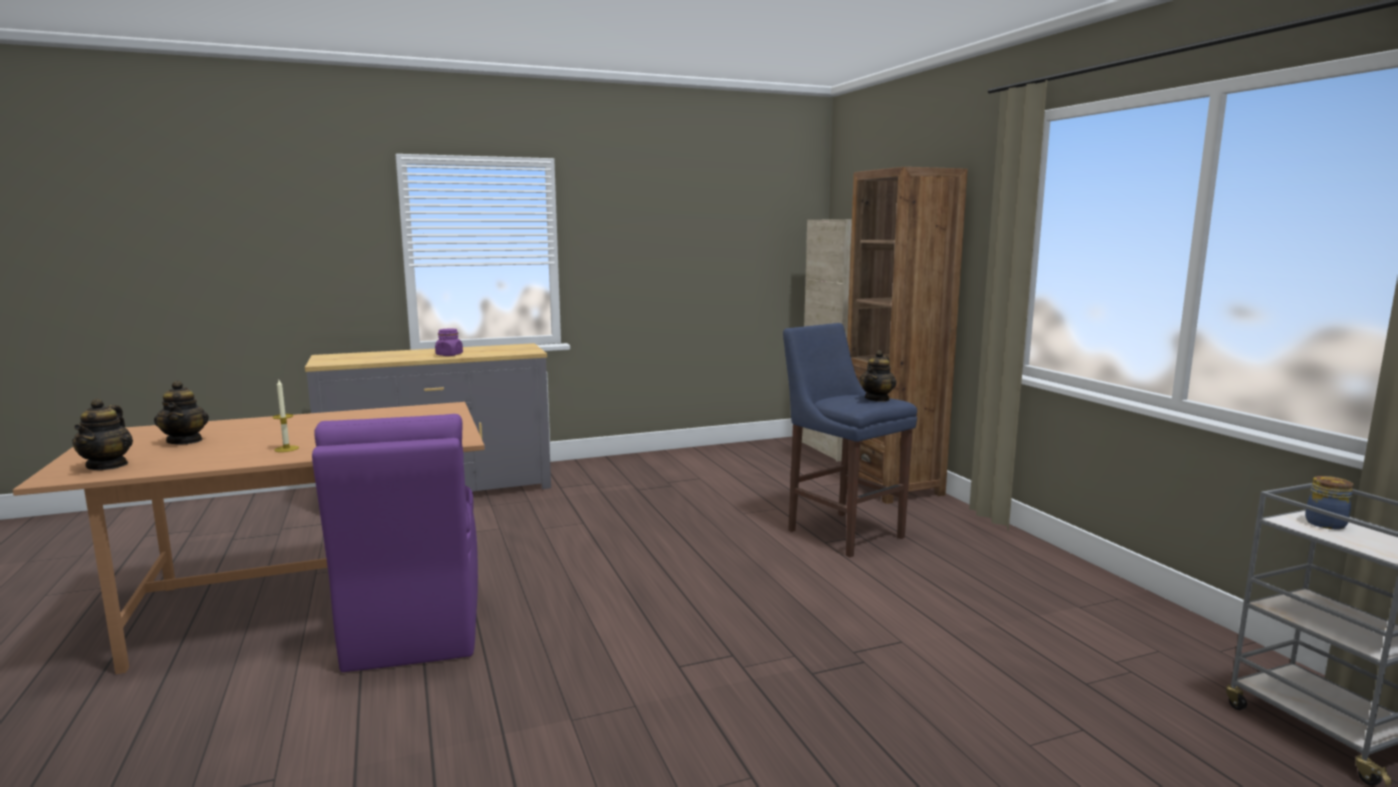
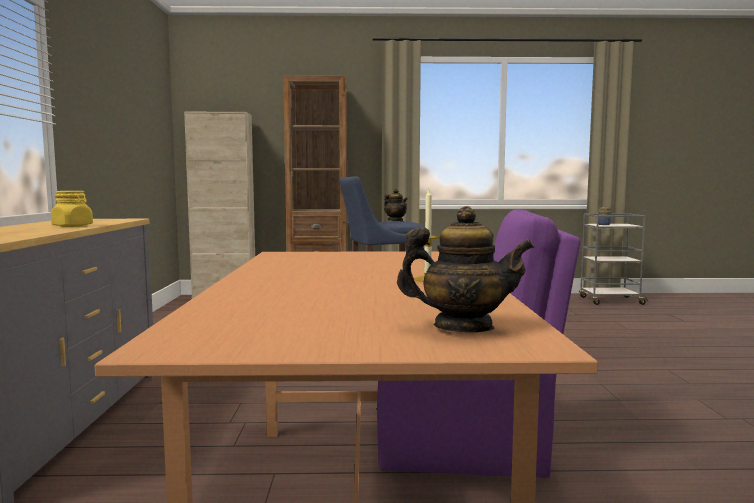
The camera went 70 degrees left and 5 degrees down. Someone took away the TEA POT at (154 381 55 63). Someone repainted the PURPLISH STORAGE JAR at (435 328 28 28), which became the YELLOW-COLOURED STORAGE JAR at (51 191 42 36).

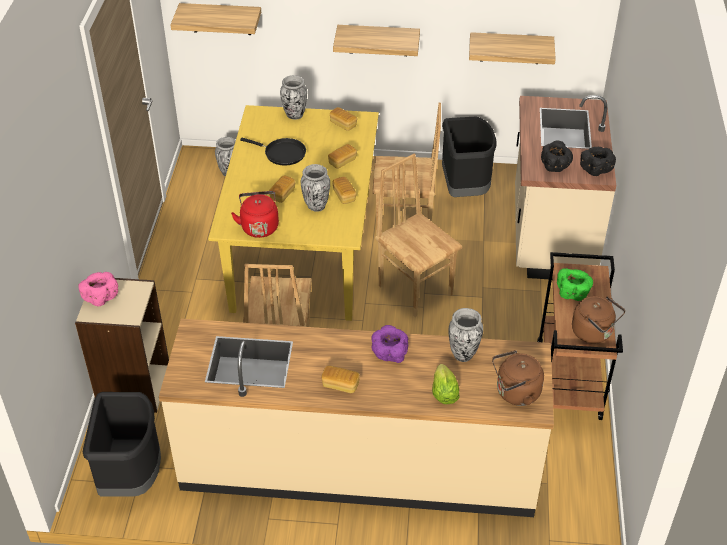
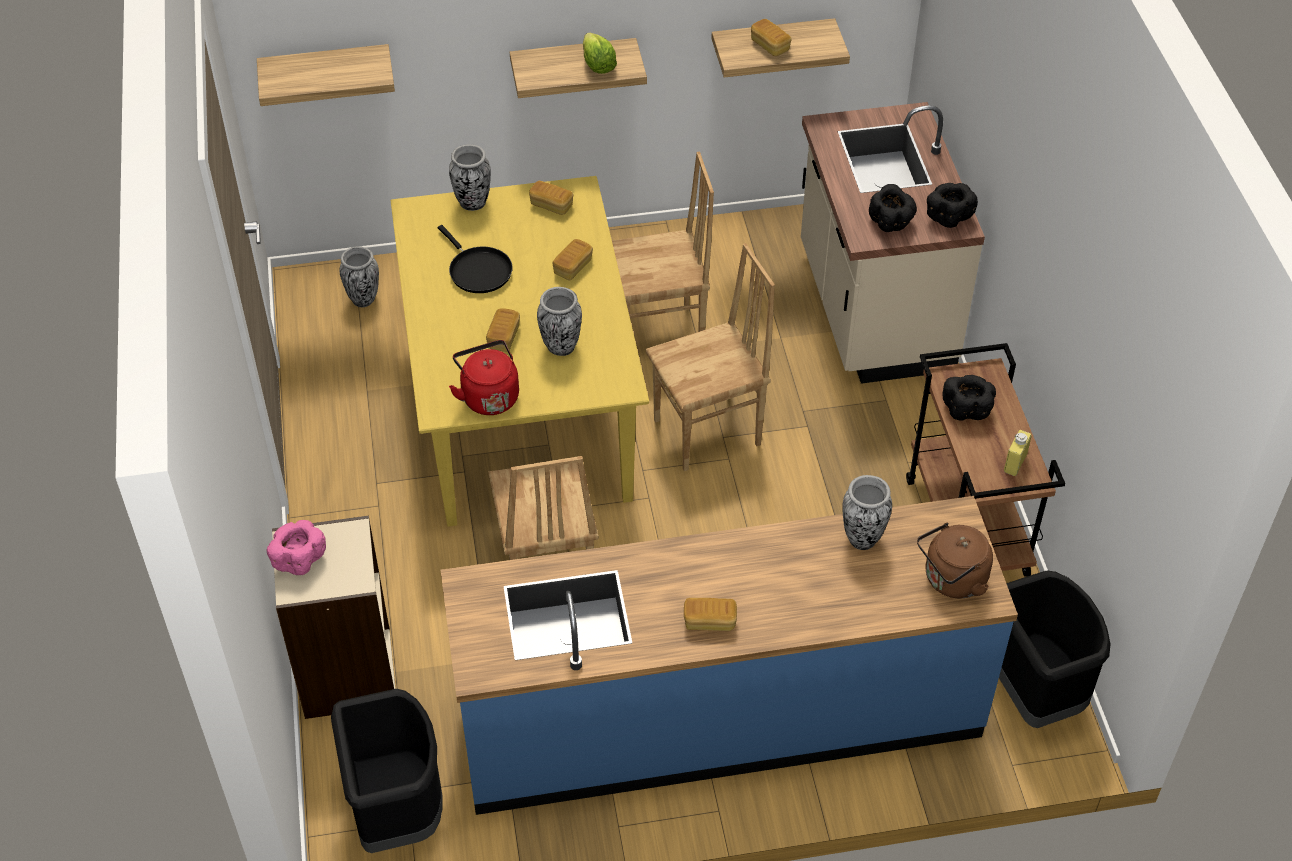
The camera went 15 degrees left and 5 degrees up. Someone repainted the BEIGE-COLOURED KITCHEN COUNTER at (159 319 395 198), which became the BLUE KITCHEN COUNTER at (441 496 577 319). Someone rotated the BLACK SKILLET at (240 138 66 28) by 45 degrees clockwise. Someone carried the BAKERY BREAD from (332 177 25 27) to (751 19 41 37). Someone took away the PURPLISH SERVING BOWL at (371 325 37 38). Someone rotated the BROWN CHAIR at (375 153 87 164) by 120 degrees clockwise. Someone carried the LETTUCE HEAD from (432 364 27 40) to (583 33 34 41). Someone carried the BLACK TRASH CAN from (442 117 54 80) to (999 571 111 157). Someone repainted the GREEN SERVING BOWL at (557 268 36 33), which became the BLACK SERVING BOWL at (943 375 53 46). Someone swapped the BROWN WATER KETTLE at (572 296 53 48) for the YELLOW-COLOURED BOTTLE at (1004 430 28 46).

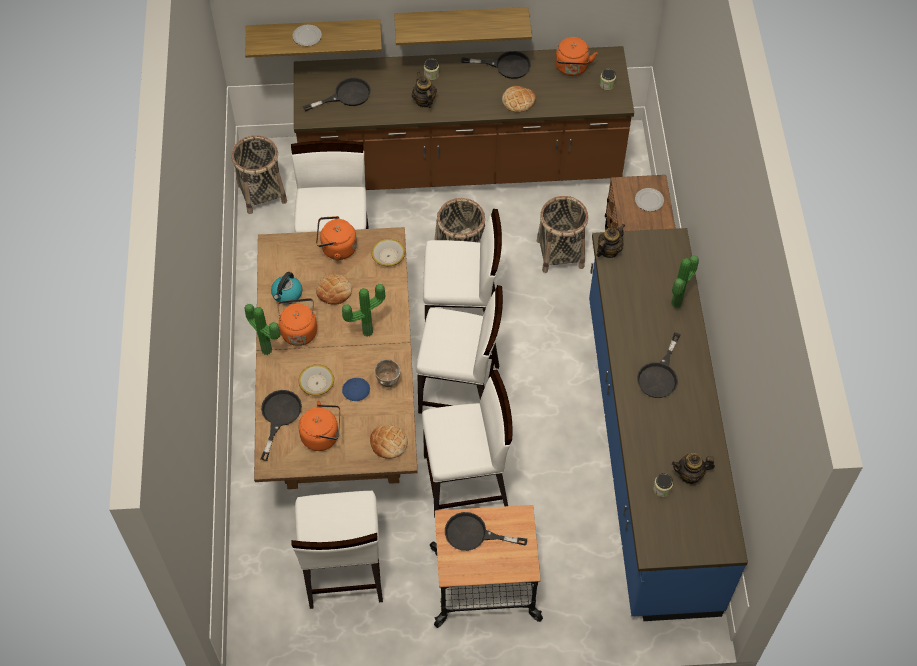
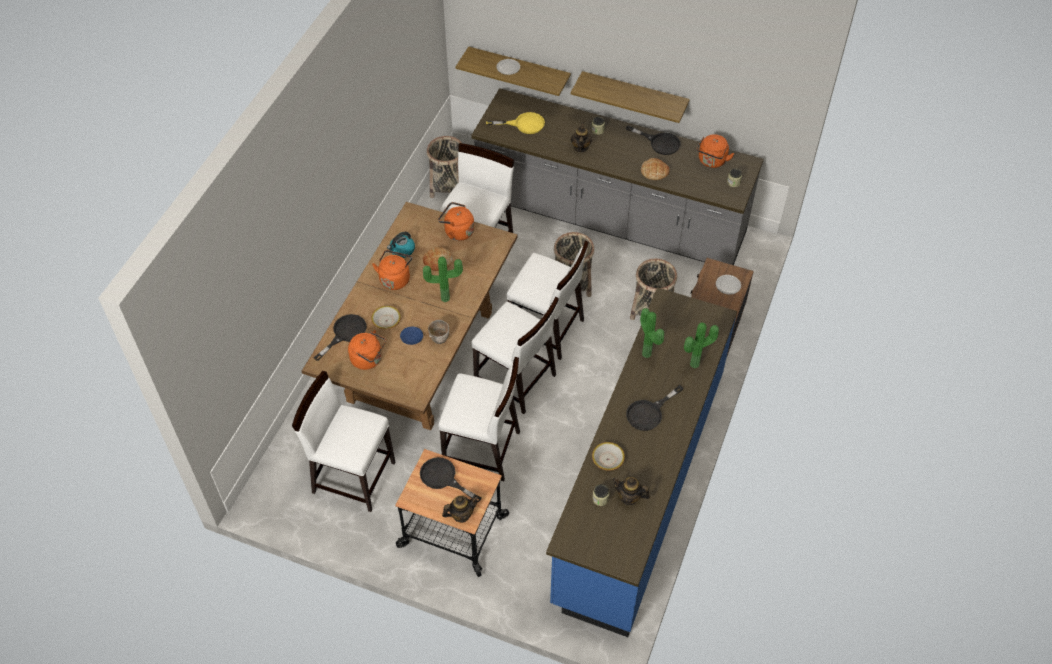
The camera went 25 degrees right and 5 degrees down. Someone carried the PLANT IN A POT from (245 304 36 51) to (640 308 24 50). Someone rotated the WHITE CHAIR at (291 491 92 118) by 90 degrees clockwise. Someone repainted the BROWN KITCHEN COUNTER at (294 46 340 144), which became the GREYISH KITCHEN COUNTER at (471 88 293 177). Someone repainted the BLACK SKILLET at (303 78 68 33), which became the YELLOW-COLOURED SKILLET at (486 112 59 22). Someone took away the BAKERY BREAD at (370 425 38 34). Someone carried the SERVING BOWL from (371 238 34 28) to (592 442 33 29). Someone carried the TEA POT from (596 224 29 34) to (442 495 37 28).

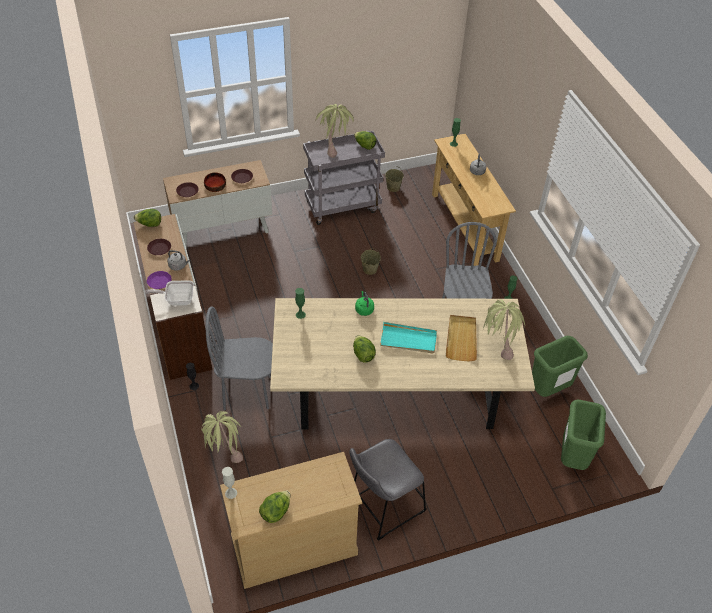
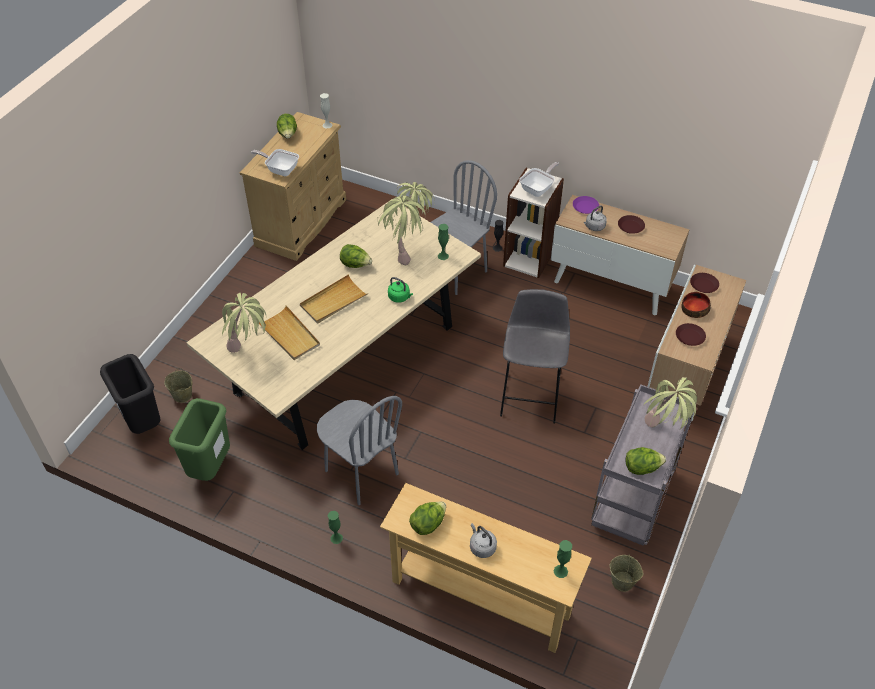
The camera went 135 degrees right and 0 degrees up. Someone carried the LETTUCE HEAD from (134 209 27 18) to (409 501 37 34). Someone carried the GREYISH SITTING STOOL from (349 439 77 101) to (500 289 70 134). Someone carried the BEIGE-COLOURED PAIL from (361 248 20 27) to (164 368 29 35). Someone repainted the TURQUOISE-COLOURED CARRYING TRAY at (380 322 57 31), which became the BEIGE-COLOURED CARRYING TRAY at (300 274 68 49). Someone repainted the GREEN TRASH CAN at (561 399 45 71), which became the BLACK TRASH CAN at (100 354 61 80). Someone put down the SKILLET at (251 149 48 27). Someone put down the PLANT IN A POT at (377 196 49 69).

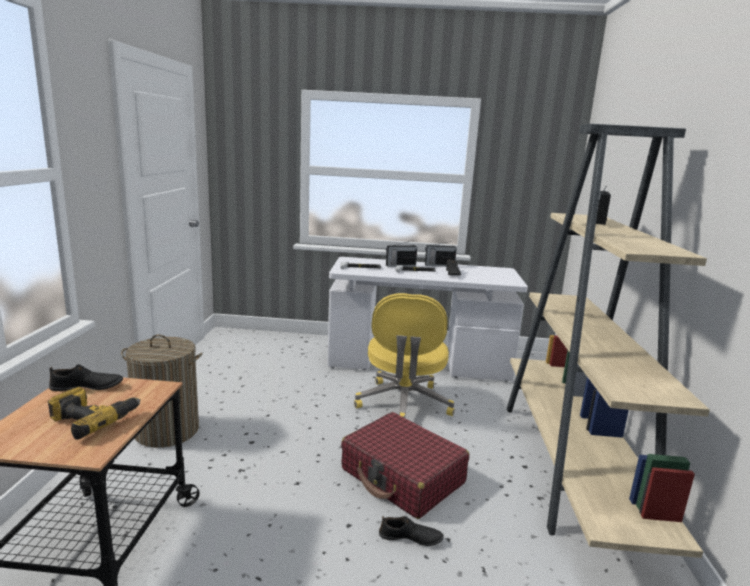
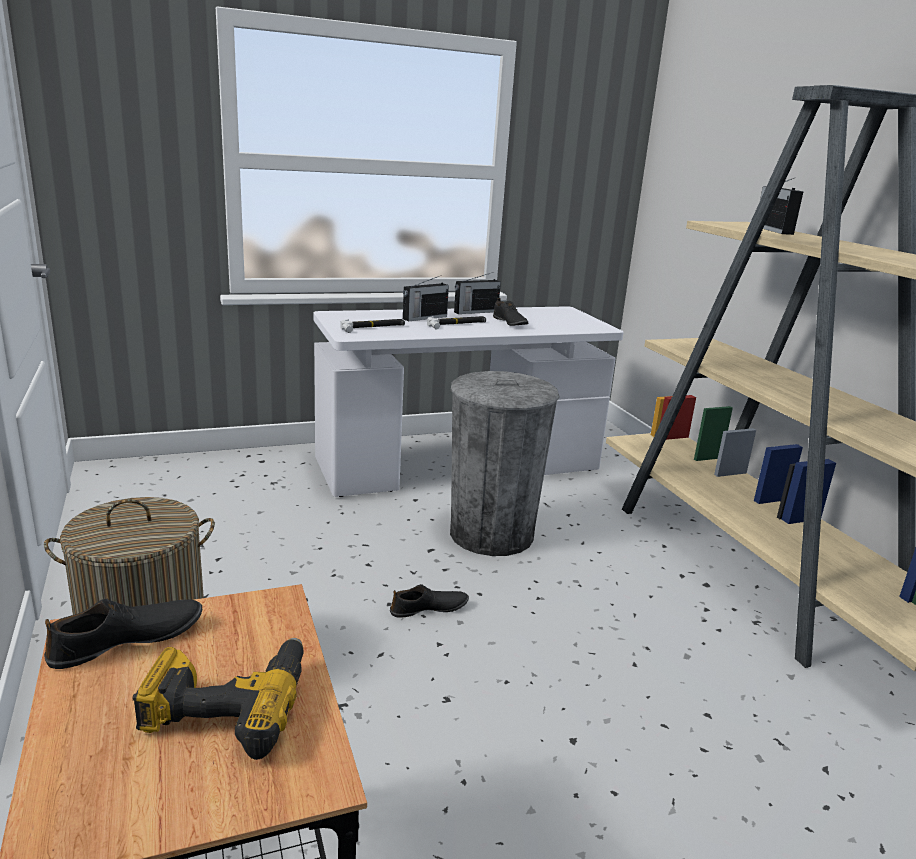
The camera went 25 degrees left and 5 degrees up. Someone took away the RED SUITCASE at (341 412 128 107). Someone swapped the YELLOW-COLOURED OFFICE CHAIR at (354 293 101 125) for the GREYISH TRASH CAN at (450 371 109 185). Someone carried the BLACK ITEM OF FOOTWEAR from (379 516 65 30) to (390 584 79 34).

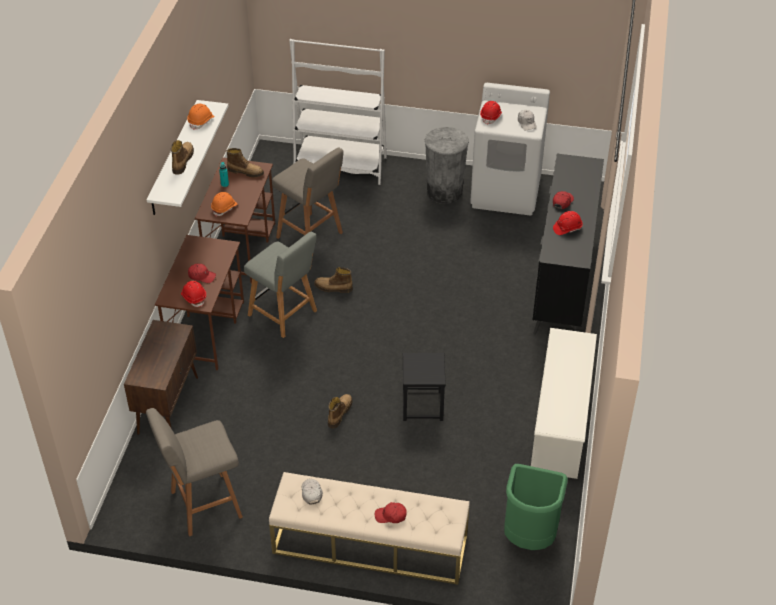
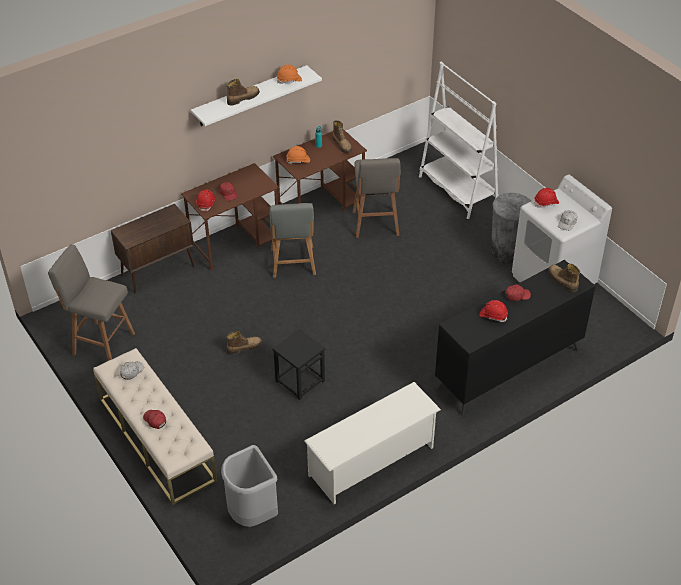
The camera went 45 degrees right and 0 degrees up. Someone carried the BOOT from (314 267 39 26) to (548 264 32 28). Someone repainted the GREEN TRASH CAN at (504 464 64 86), which became the GREYISH TRASH CAN at (221 445 57 82).

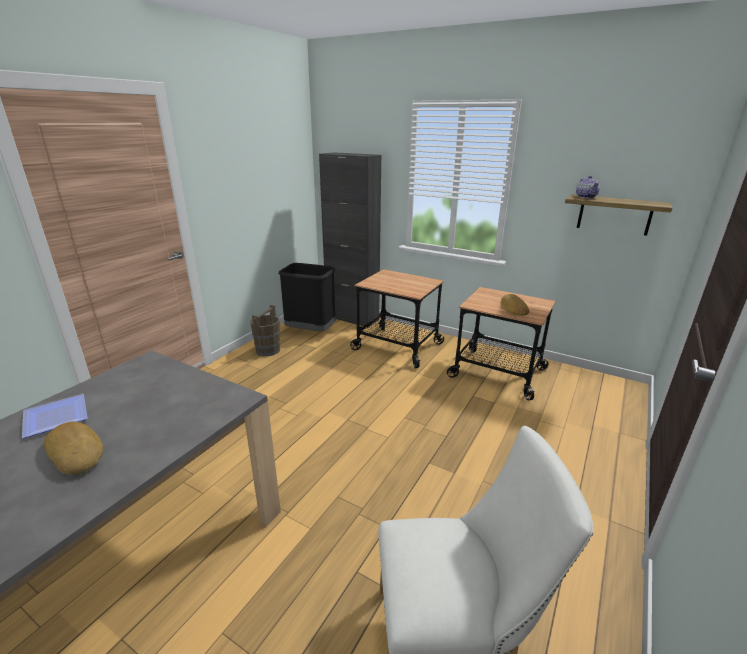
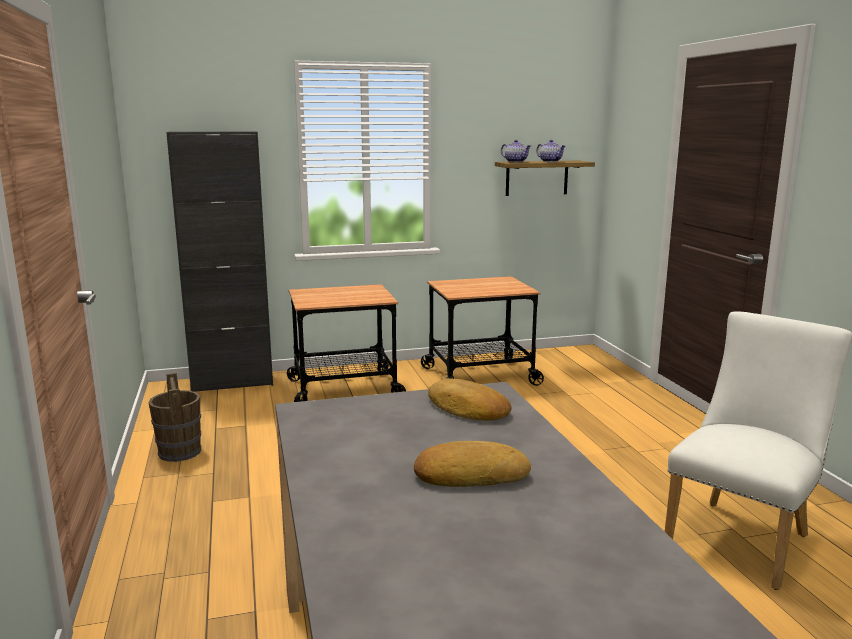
The camera went 45 degrees left and 10 degrees down. Someone took away the PLATE at (22 394 65 44). Someone took away the BLACK TRASH CAN at (279 263 56 68). Someone carried the BAKERY BREAD from (501 294 29 22) to (428 378 84 43). Someone put down the TEA POT at (536 140 30 22).

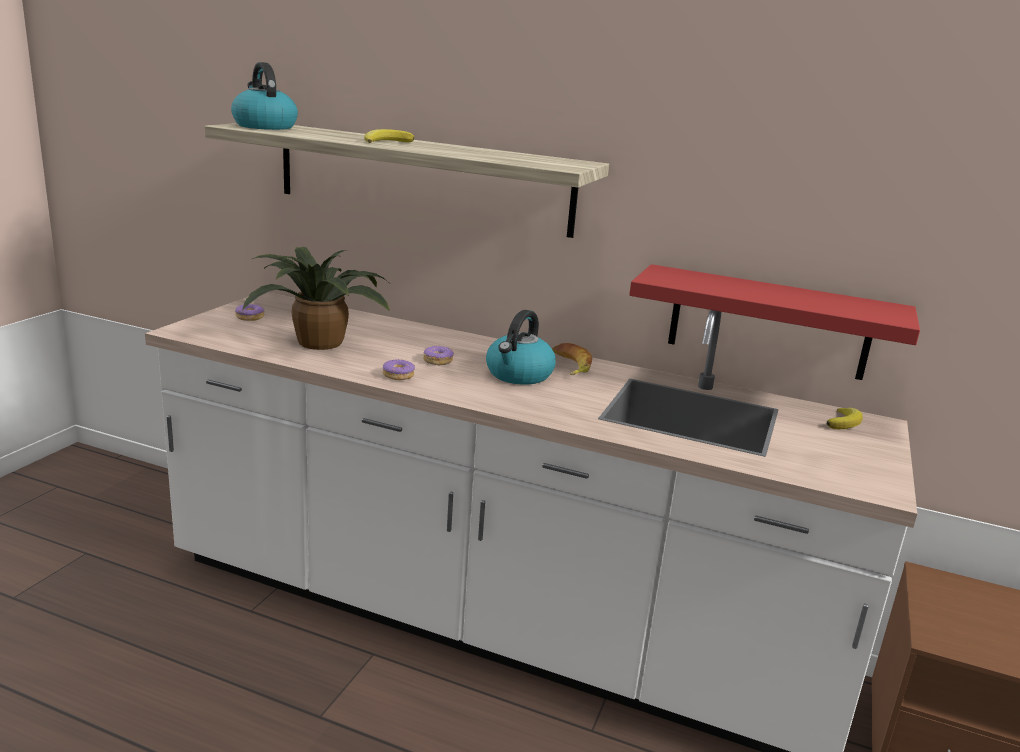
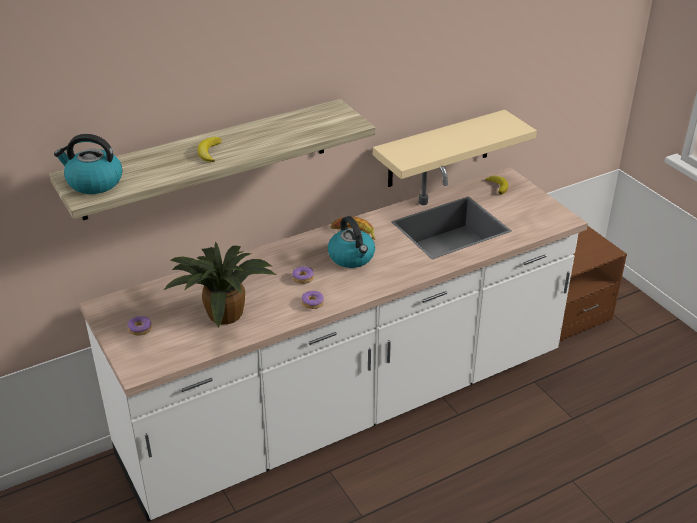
The camera went 50 degrees left and 15 degrees up. Someone repainted the RED BRACKET SHELF at (629 264 291 116), which became the BEIGE-COLOURED BRACKET SHELF at (373 110 164 77).

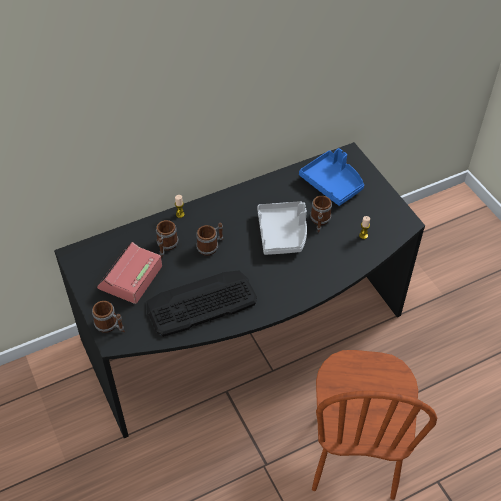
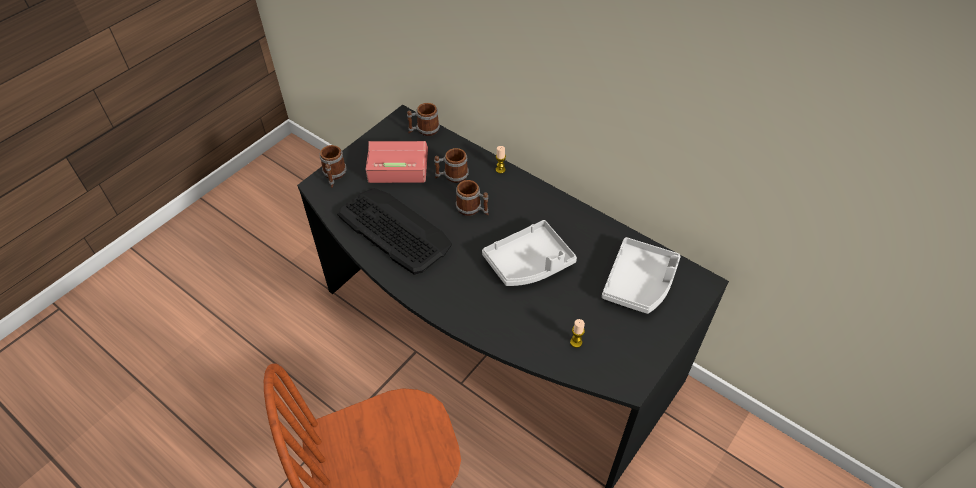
The camera went 65 degrees right and 0 degrees up. Someone repainted the BLUE CARRYING TRAY at (299 148 65 58), which became the GREYISH CARRYING TRAY at (602 237 79 77). Someone carried the COFFEE MUG from (310 196 22 37) to (407 103 33 33).

